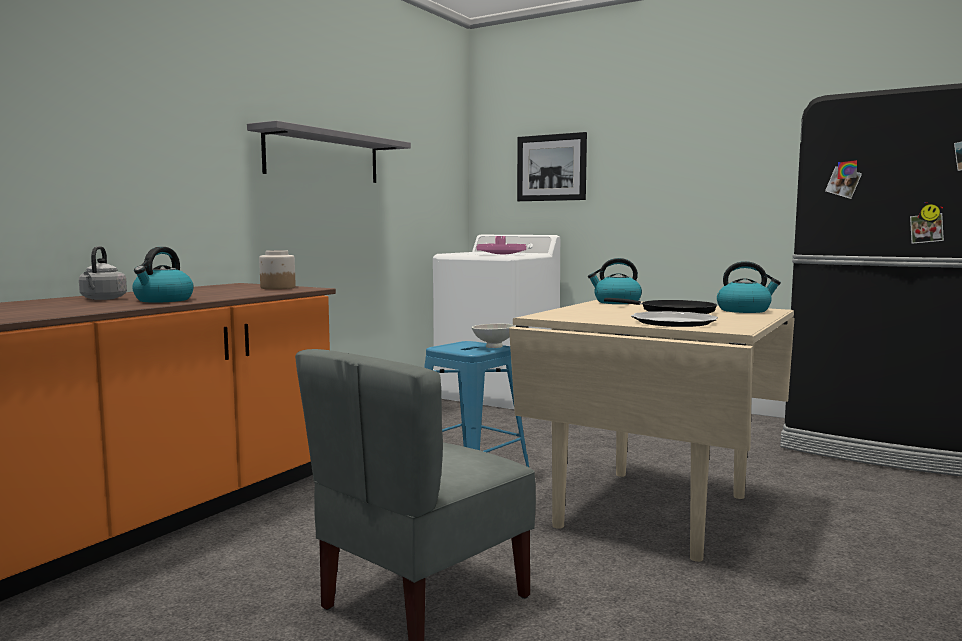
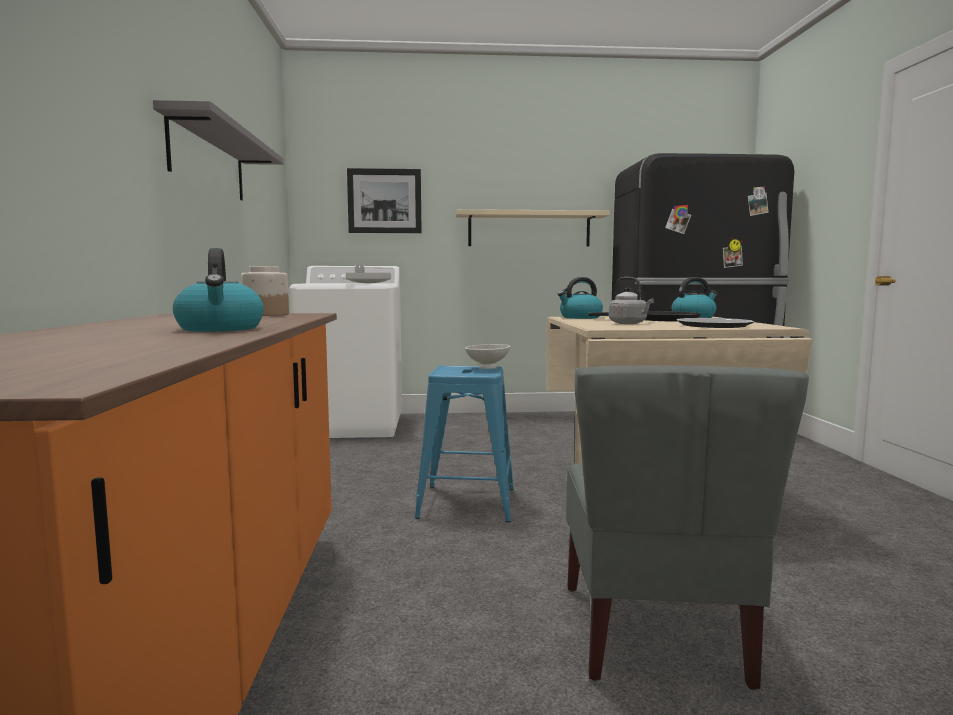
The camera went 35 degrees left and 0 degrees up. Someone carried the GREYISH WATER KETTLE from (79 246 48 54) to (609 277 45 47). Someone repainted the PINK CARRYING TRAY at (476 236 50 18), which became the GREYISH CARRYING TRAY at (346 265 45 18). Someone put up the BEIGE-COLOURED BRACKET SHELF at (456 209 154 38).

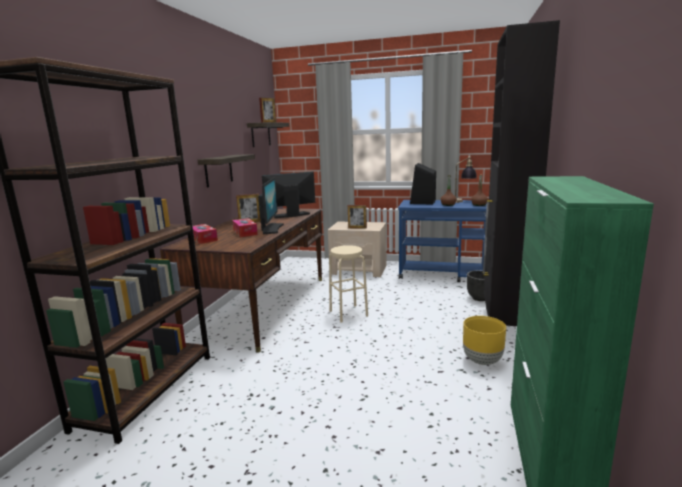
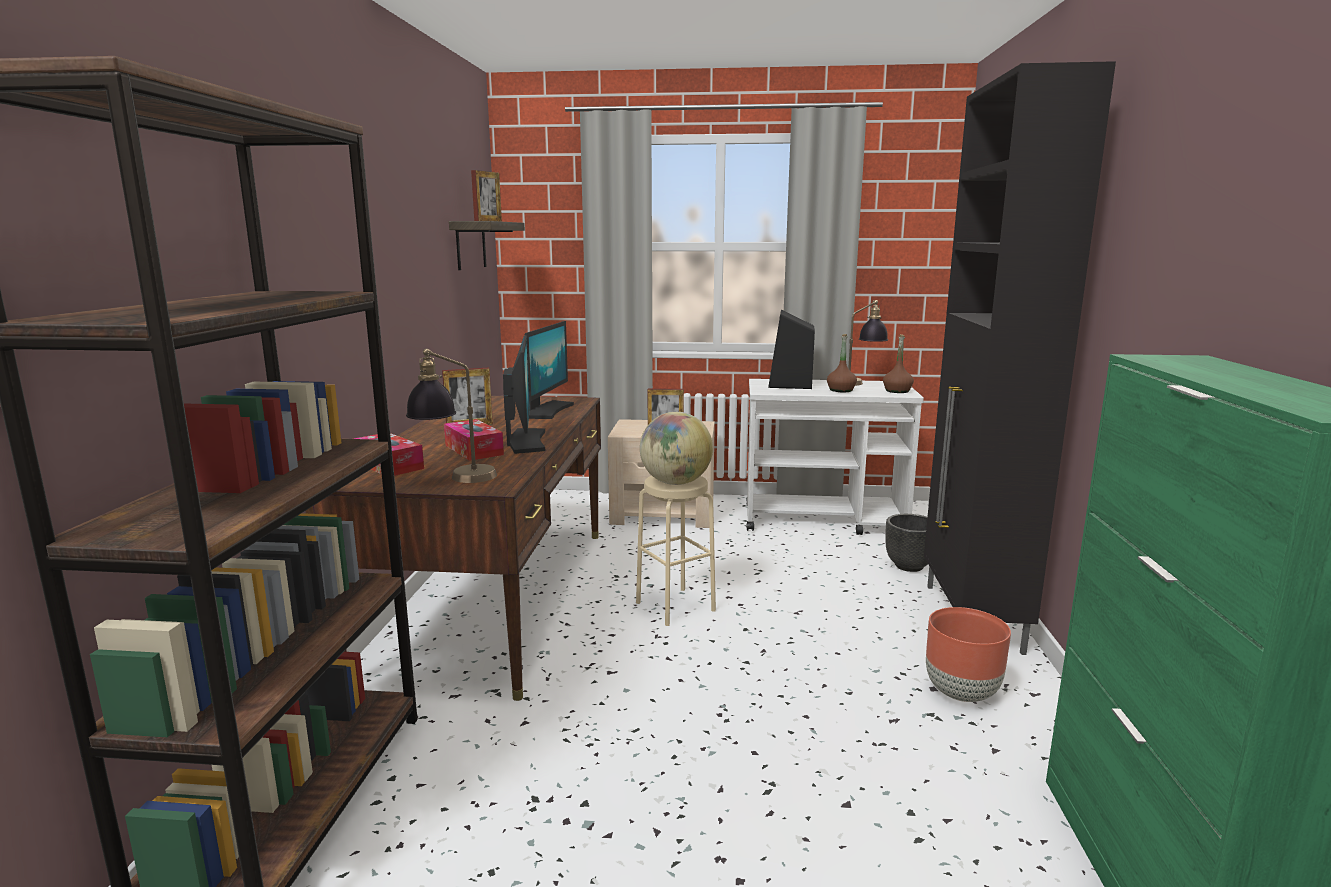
The camera went 10 degrees left and 0 degrees up. Someone took away the BRACKET SHELF at (198 154 57 33). Someone rotated the COMPUTER SCREEN at (262 171 53 47) by 135 degrees clockwise. Someone repainted the BLUE WHEELED CART at (398 200 89 82), which became the WHITE WHEELED CART at (746 379 178 156). Someone repainted the YELLOW-COLOURED FLOWER POT at (463 316 43 49), which became the BROWN FLOWER POT at (926 607 85 95). Someone put down the LAMP FOR A TABLE at (406 348 91 135). Someone put down the DESK GLOBE at (640 412 73 73).

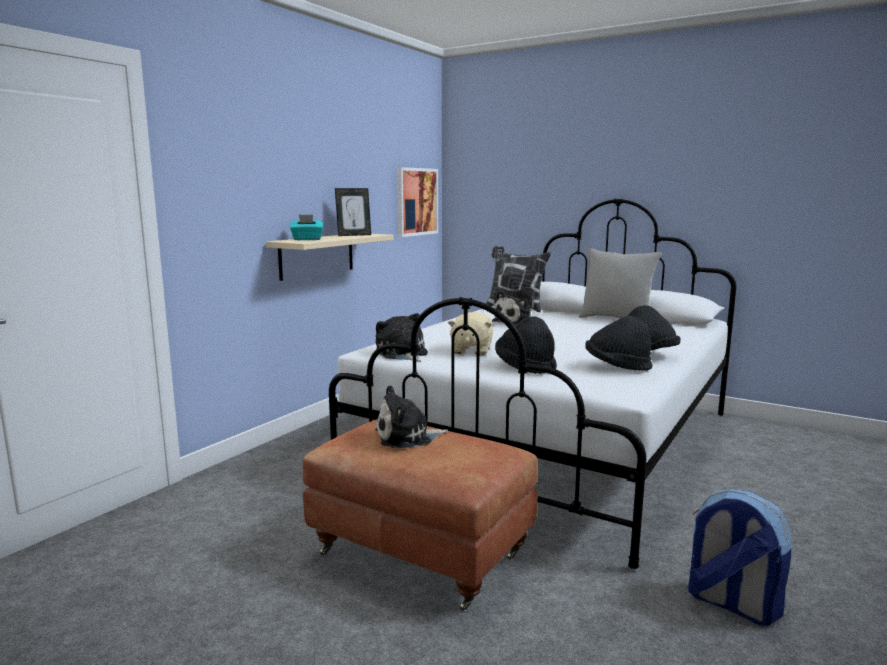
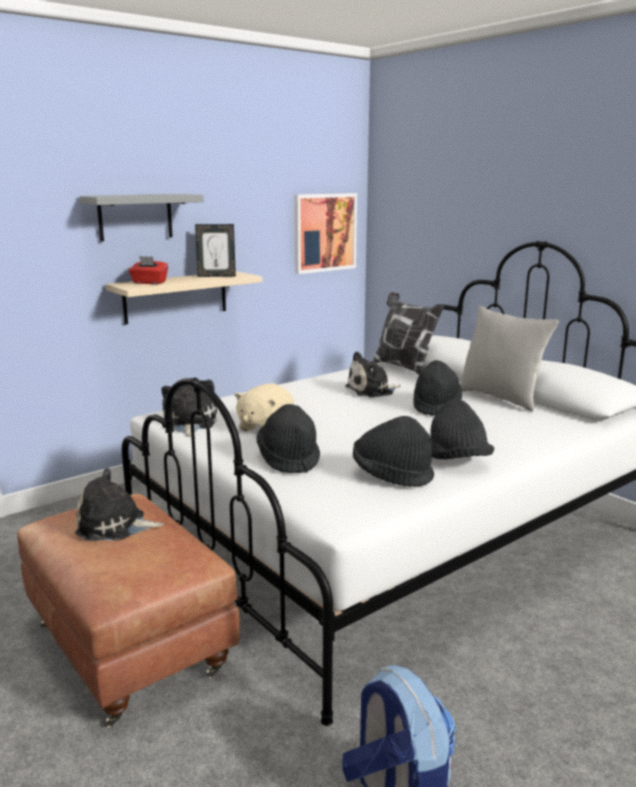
The camera went 20 degrees right and 5 degrees up. Someone repainted the TURQUOISE-COLOURED TISSUE BOX at (290 214 33 26), which became the RED TISSUE BOX at (129 256 39 28). Someone put up the GREYISH BRACKET SHELF at (79 194 125 48). Someone put down the BLACK HAT at (413 360 49 56).

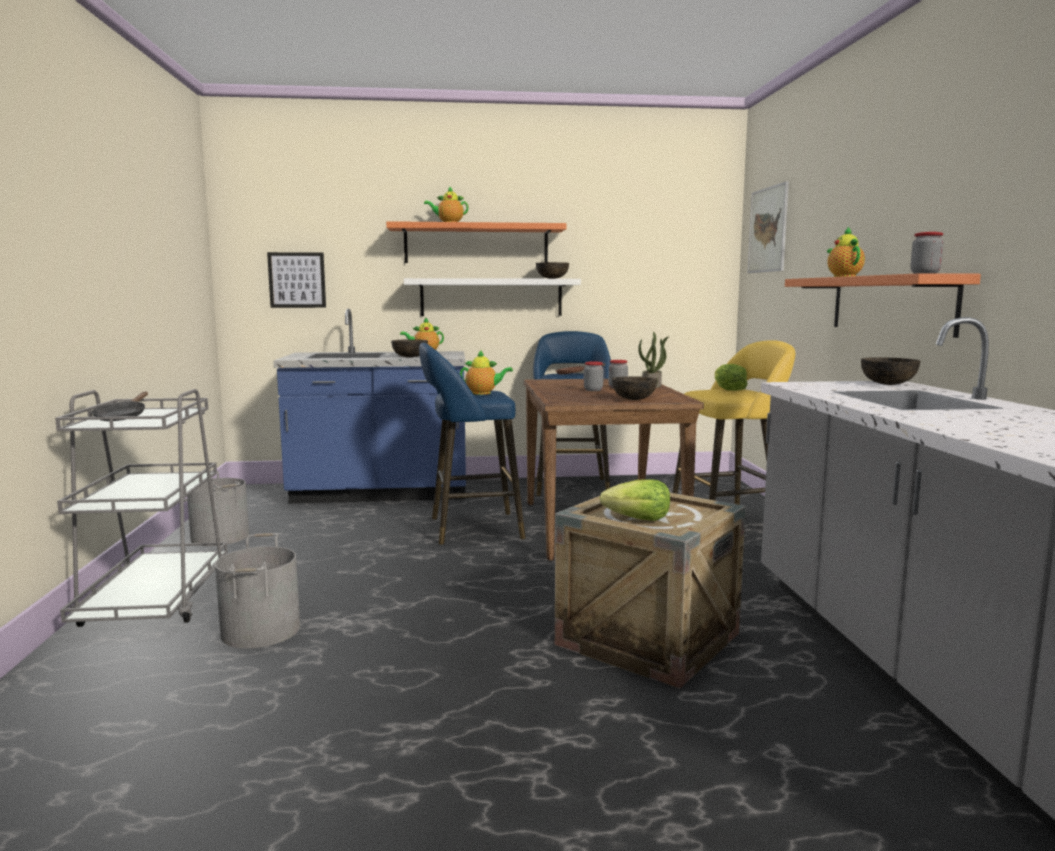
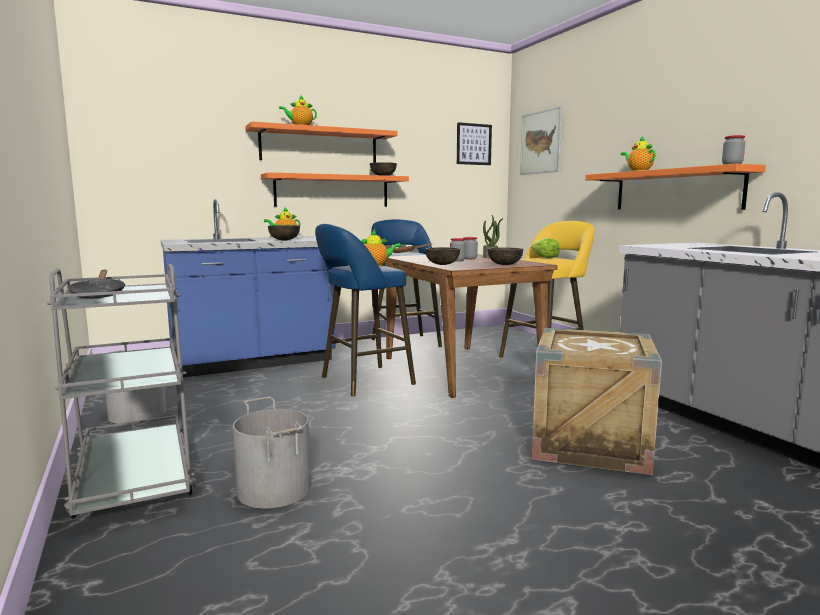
The camera went 20 degrees left and 0 degrees up. Someone carried the WALL PICTURE from (267 252 59 56) to (457 122 35 43). Someone repainted the WHITE BRACKET SHELF at (404 278 177 38), which became the ORANGE-COLOURED BRACKET SHELF at (261 172 148 35). Someone took away the LETTUCE HEAD at (599 479 71 42). Someone carried the BROWN SERVING BOWL from (861 357 60 28) to (425 247 35 18).

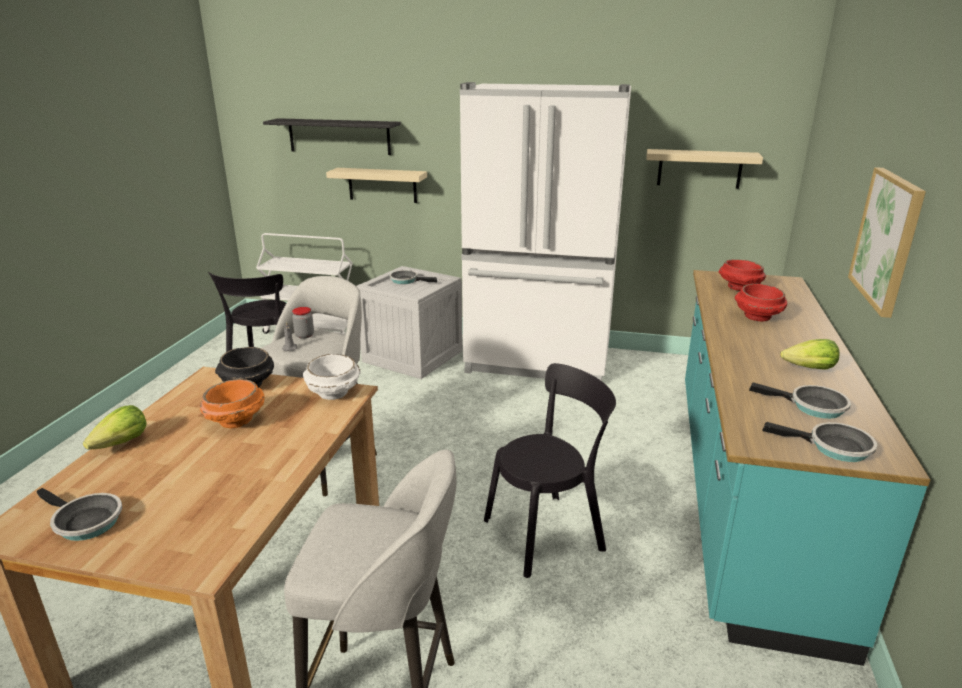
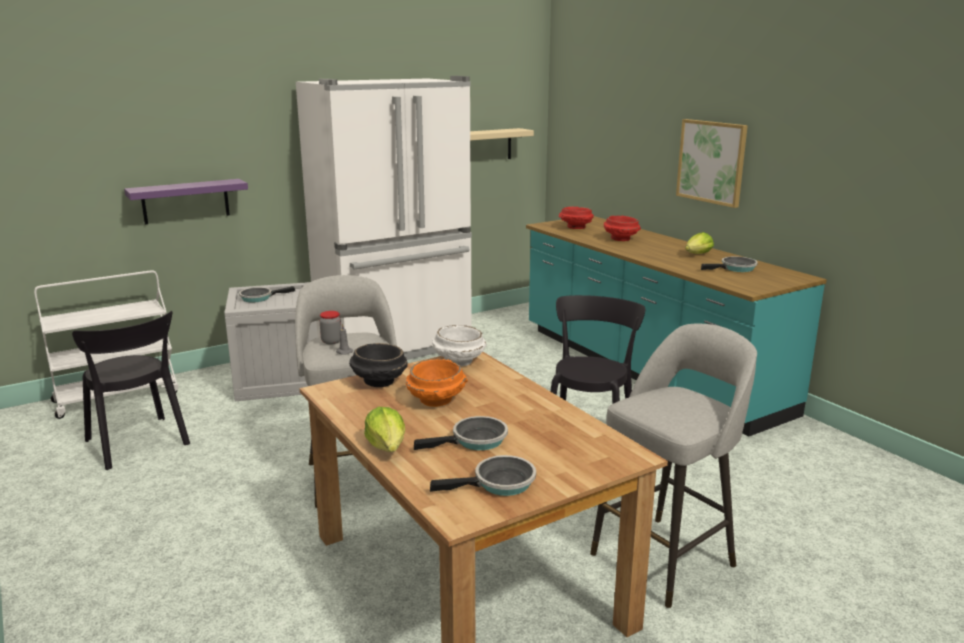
The camera went 45 degrees left and 5 degrees down. Someone took away the BLACK BRACKET SHELF at (263 118 138 37). Someone repainted the BEIGE-COLOURED BRACKET SHELF at (326 168 101 35), which became the PURPLISH BRACKET SHELF at (124 179 124 46). Someone carried the SKILLET from (762 422 115 40) to (414 416 94 34).

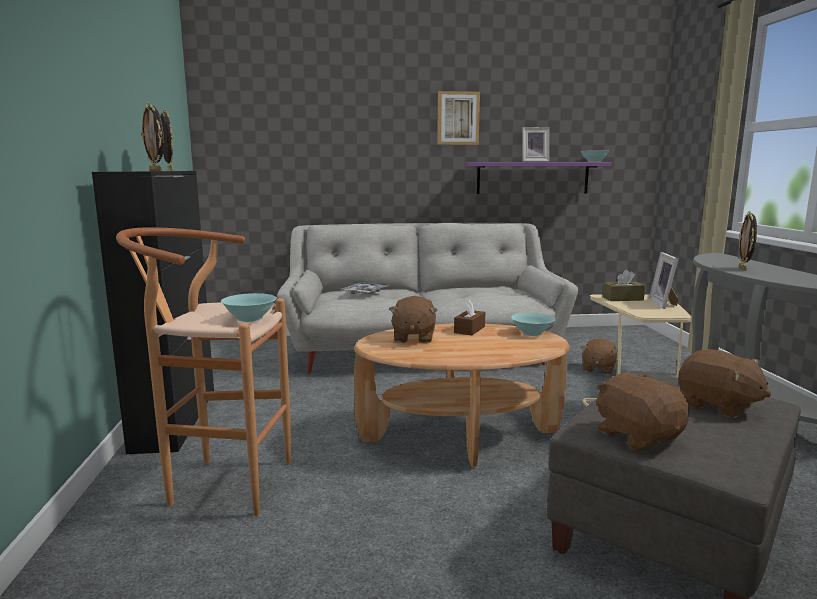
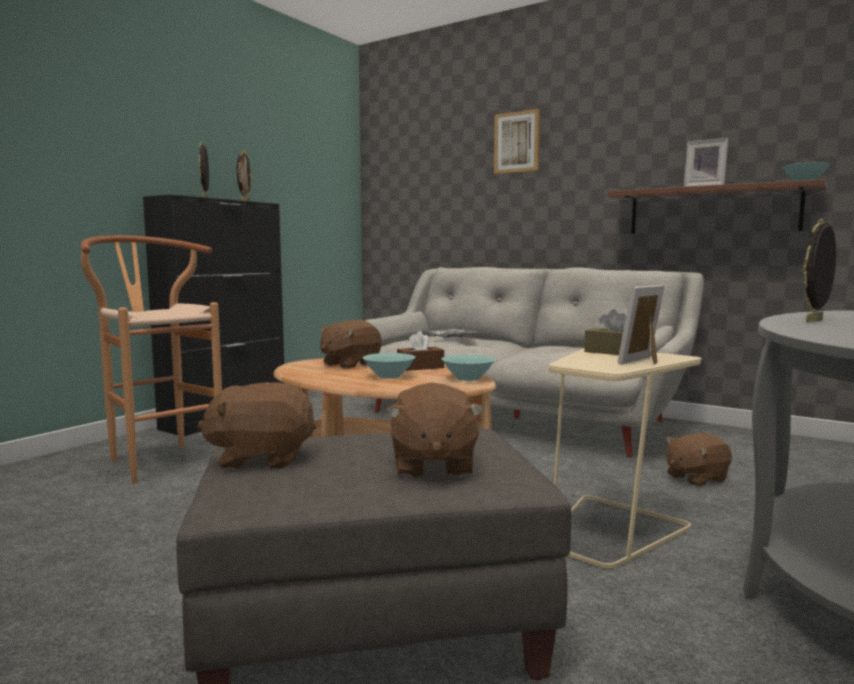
The camera went 40 degrees right and 5 degrees down. Someone carried the TURQUOISE-COLOURED SERVING BOWL from (221 293 56 29) to (363 353 52 26). Someone carried the WALL PICTURE from (437 91 43 54) to (494 109 46 65). Someone repainted the PURPLISH BRACKET SHELF at (466 162 146 32), which became the BROWN BRACKET SHELF at (608 179 219 55). Someone rotated the BROWN CUDDLY TOY at (597 373 93 77) by 105 degrees counterclockwise.

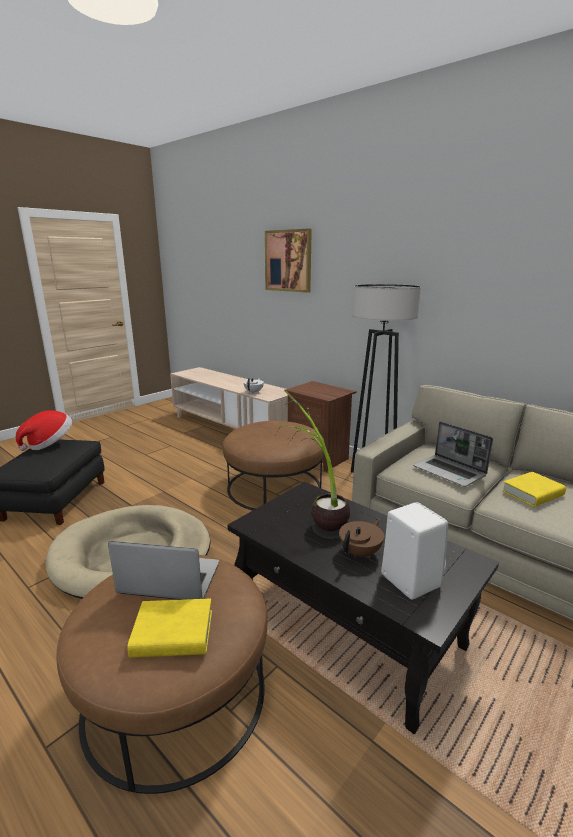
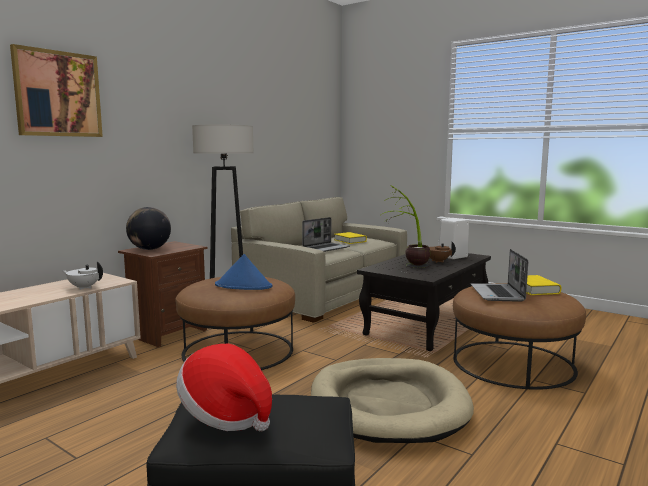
The camera went 95 degrees left and 10 degrees down. Someone put down the DESK GLOBE at (126 207 45 43). Someone put down the BLUE HAT at (215 254 58 36).

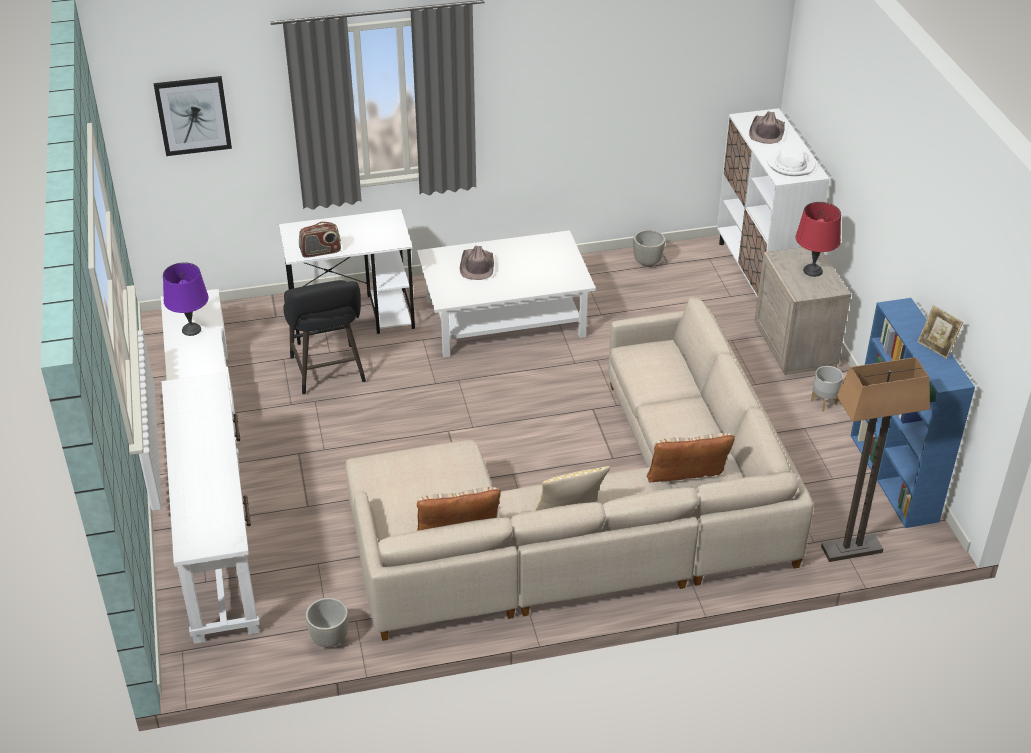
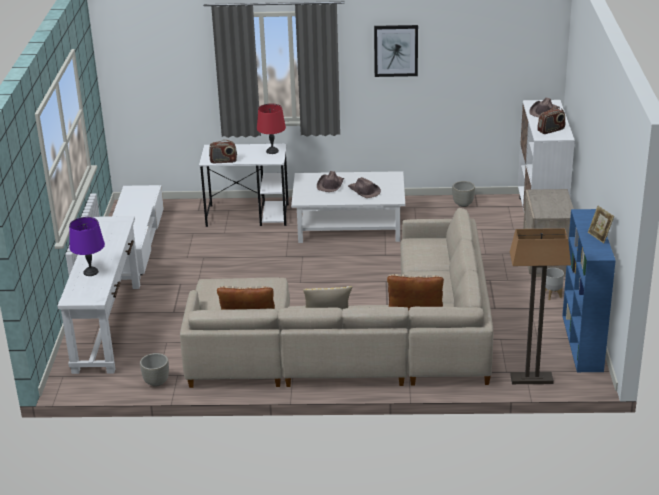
The camera went 15 degrees right and 10 degrees down. Someone carried the WALL PICTURE from (154 76 78 80) to (374 25 44 52). Someone carried the PURPLISH LAMP FOR A TABLE from (163 262 46 74) to (69 217 36 59). Someone took away the BLACK SITTING STOOL at (283 280 83 114). Someone swapped the WHITE HAT at (767 145 49 31) for the RADIO SET at (537 107 28 27). Someone carried the RED LAMP FOR A TABLE from (796 202 45 75) to (257 104 29 50). Someone put down the BROWN HAT at (348 177 33 21).

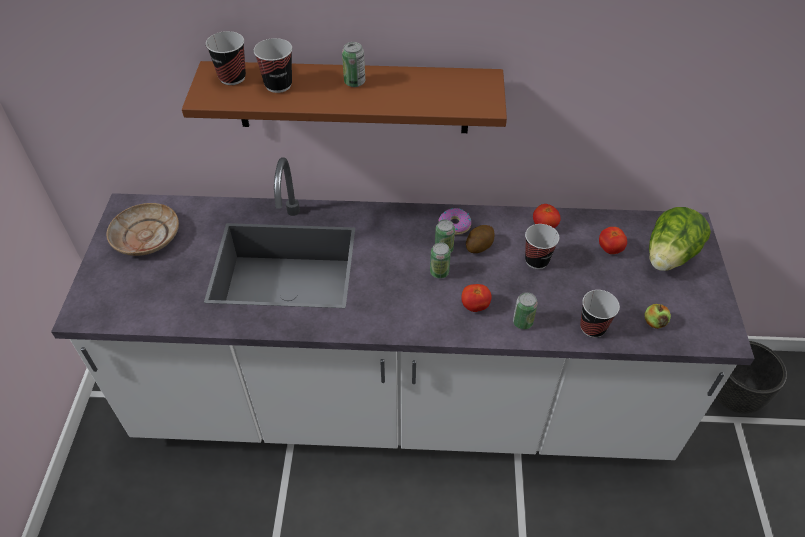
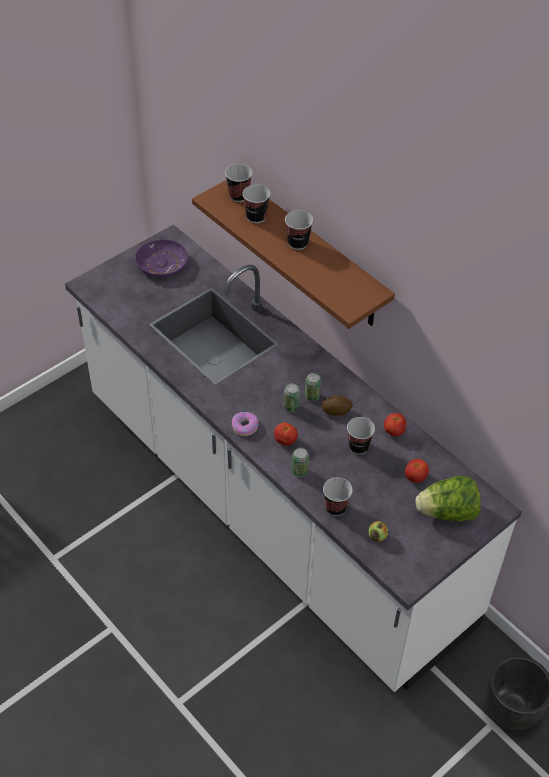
The camera went 45 degrees right and 0 degrees up. Someone repainted the BEIGE-COLOURED PLATE at (106 203 73 53), which became the PURPLISH PLATE at (135 239 53 38). Someone swapped the SEALED CAN at (342 42 23 45) for the SMALL CUP at (285 210 28 40). Someone carried the RING DOUGHNUT from (438 208 33 27) to (232 412 27 24).

